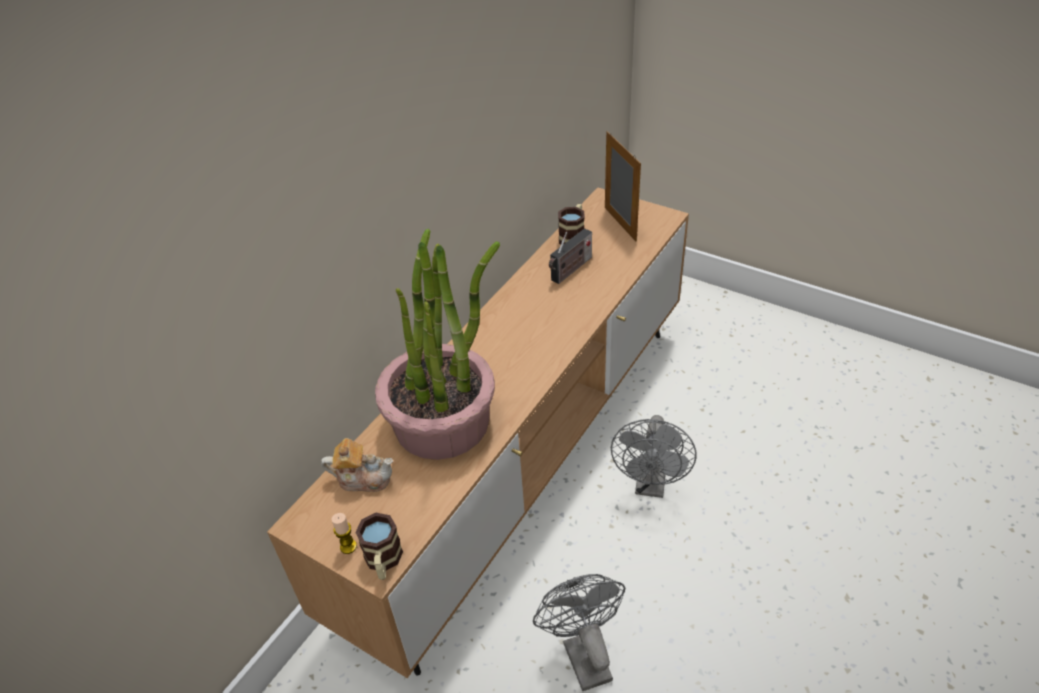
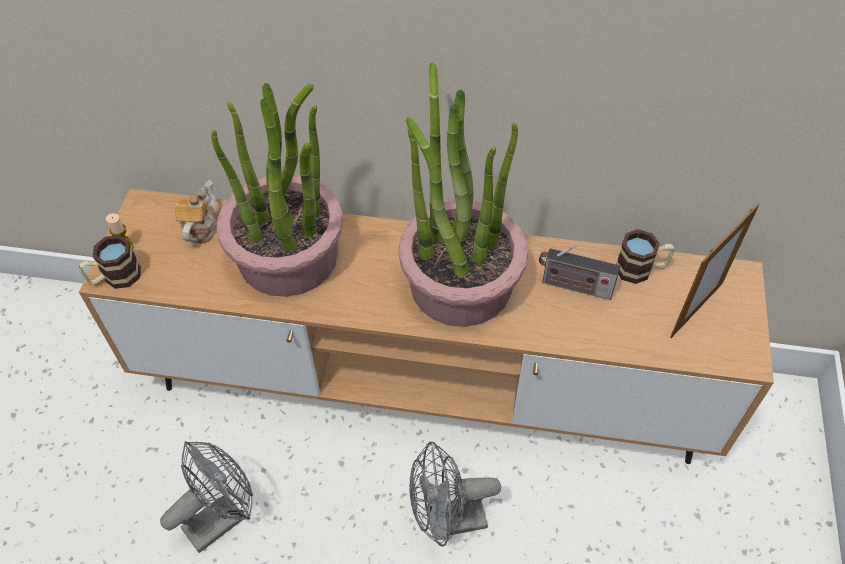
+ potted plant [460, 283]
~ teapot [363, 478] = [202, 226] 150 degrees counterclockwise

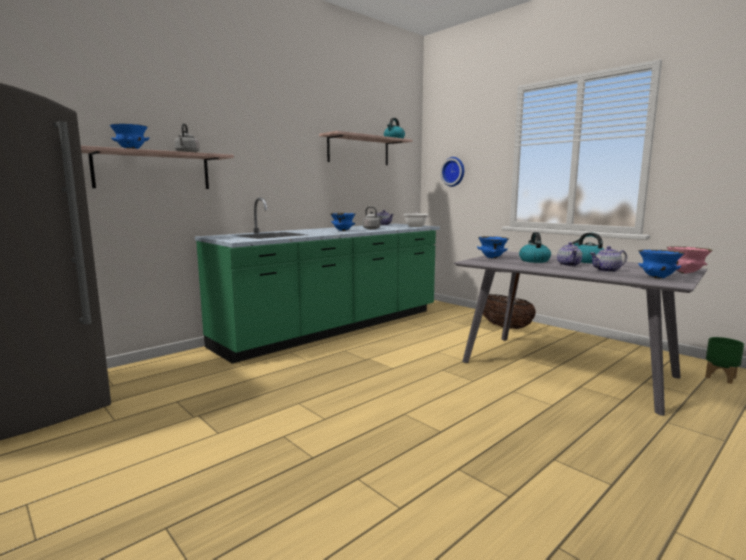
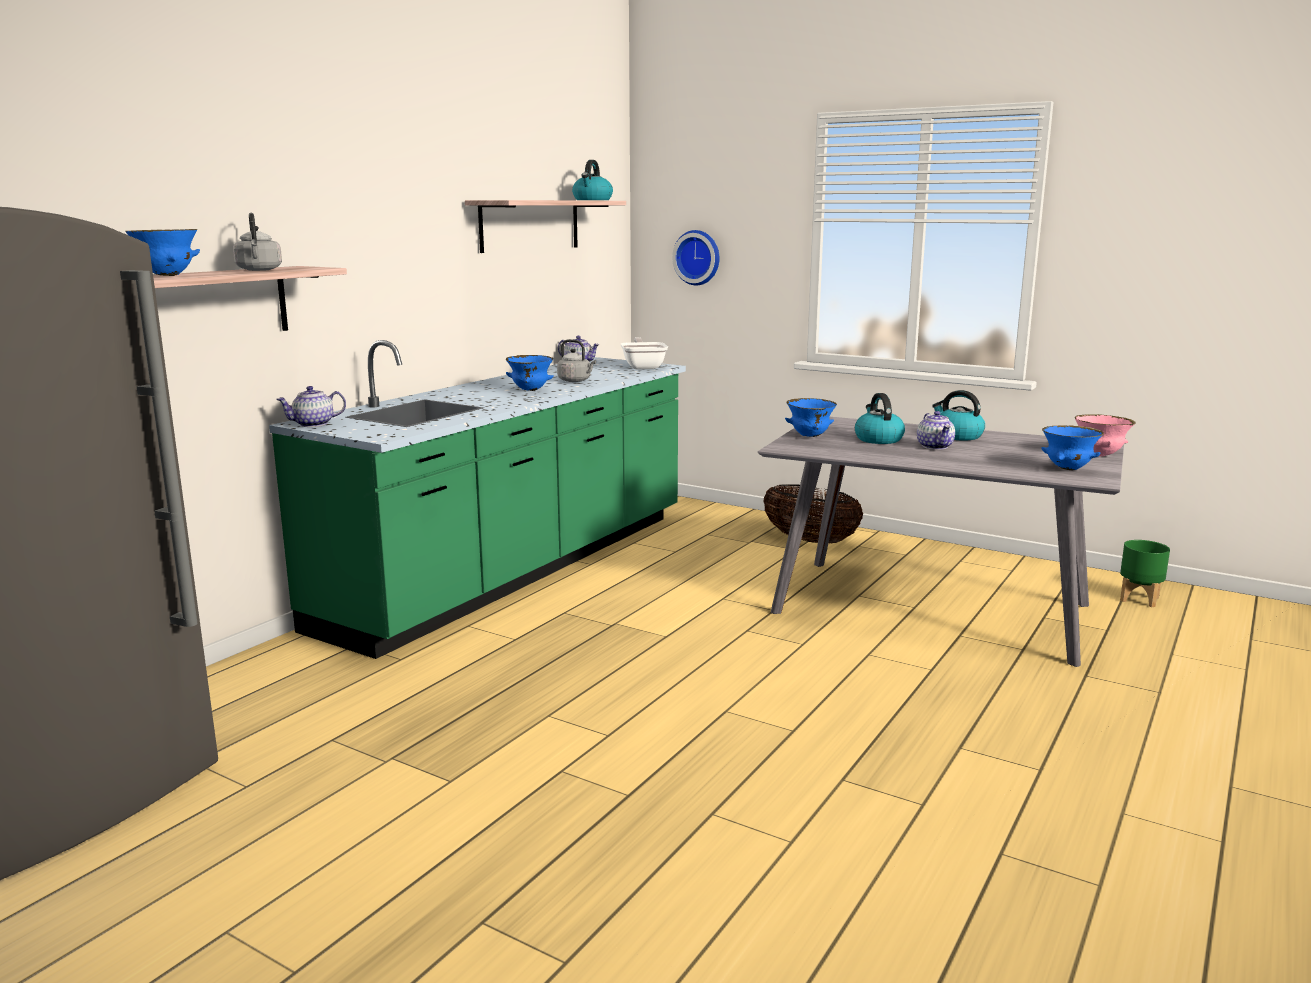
~ teapot [607, 270] to [313, 424]

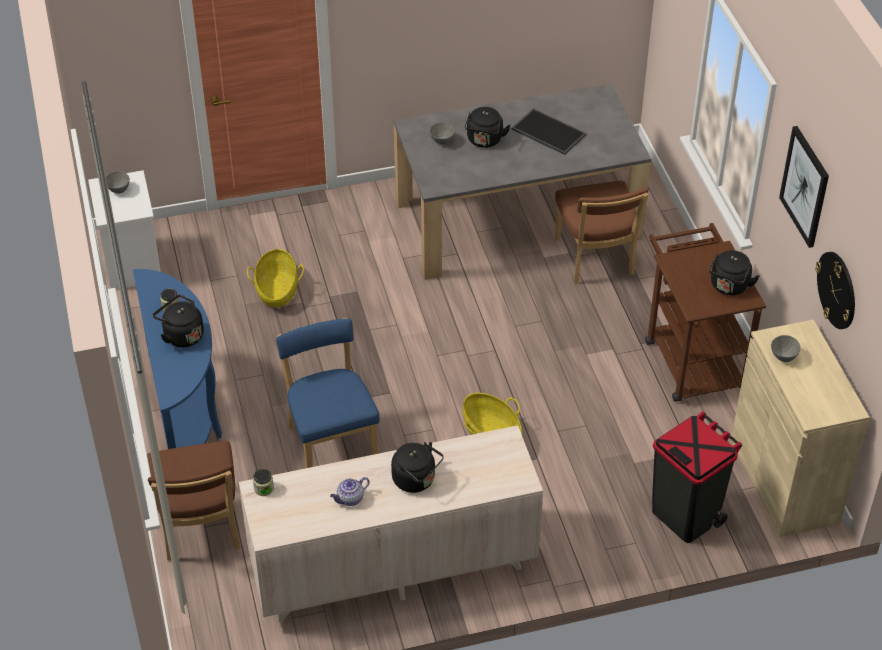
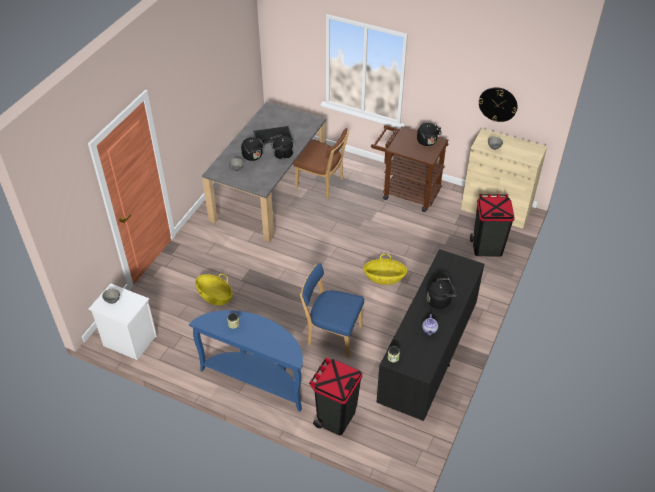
- picture [805, 186]
~ black kettle [181, 335] to [281, 155]
~ brown chair [200, 529] to black trash can [335, 417]
~ beige dresser [392, 567] to black dresser [427, 358]

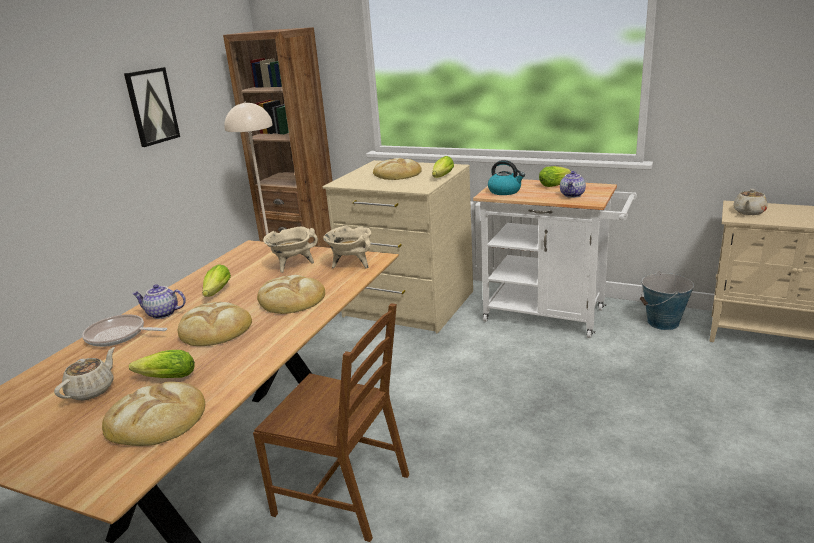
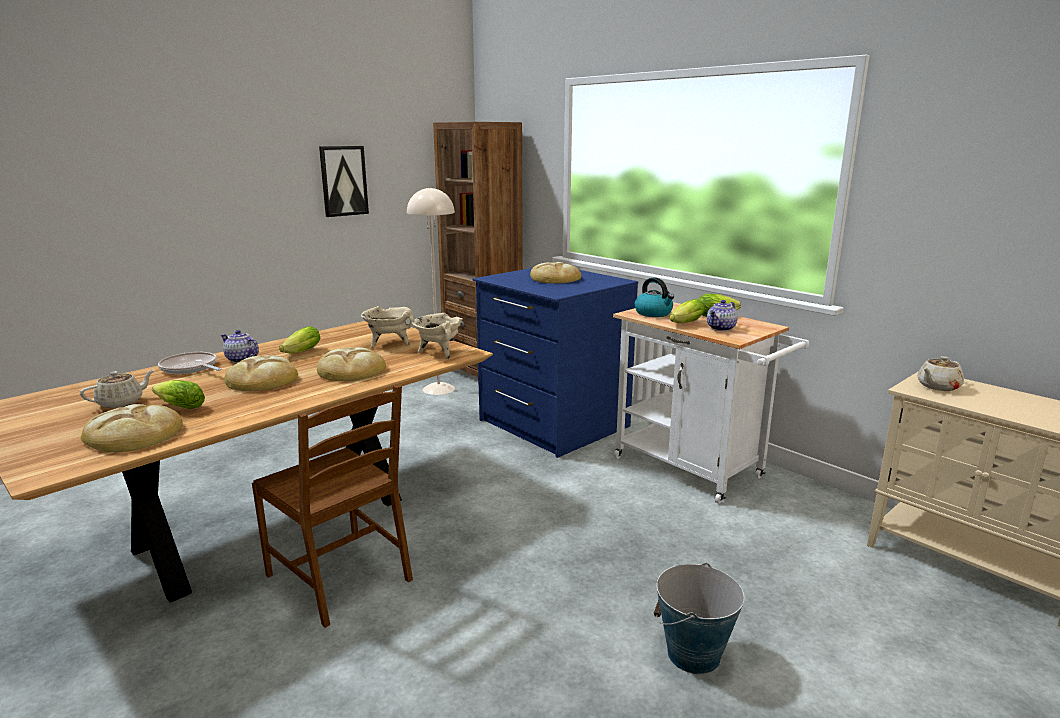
~ lettuce [441, 177] to [684, 324]
~ bucket [663, 323] to [693, 655]
~ beige dresser [408, 305] to blue dresser [552, 424]

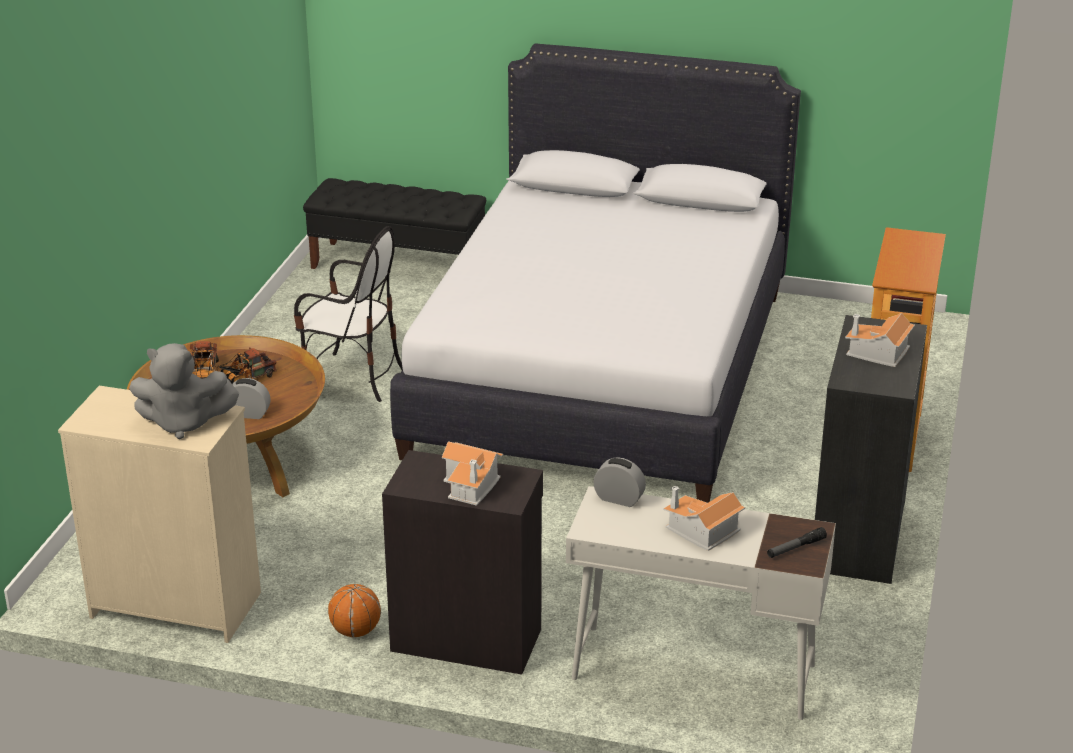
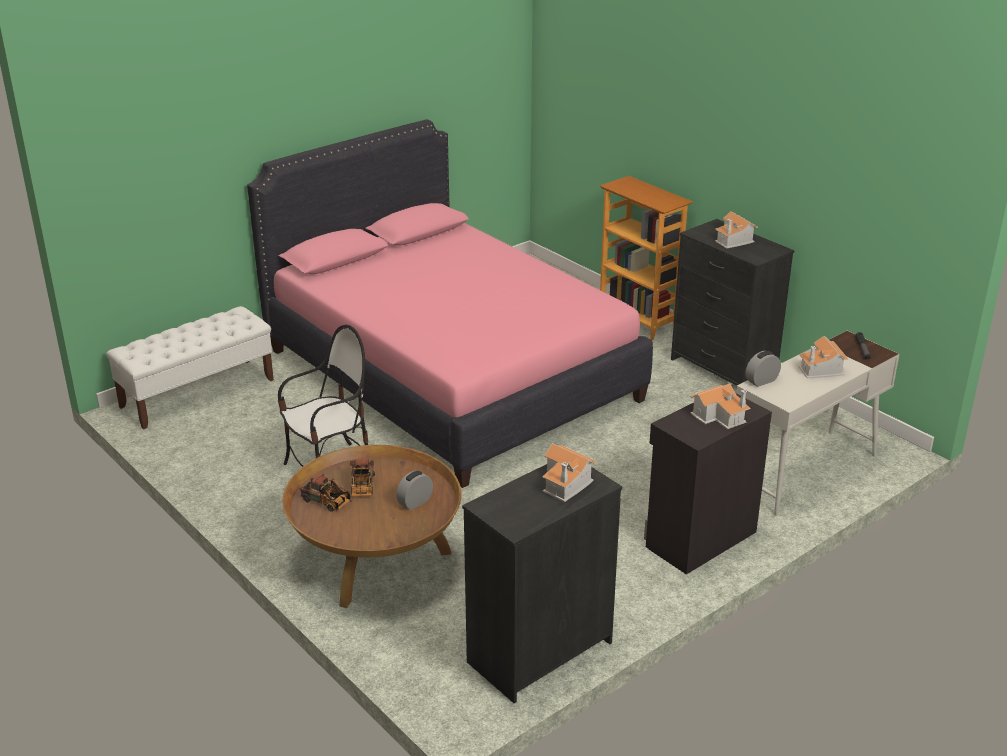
- basketball [355, 631]
~ grey plush toy [184, 423] to toy house [566, 484]
~ beige dresser [176, 604] to black dresser [539, 652]
~ black bench [398, 265] to white bench [198, 393]
~ white bed [601, 371] to pink bed [450, 374]

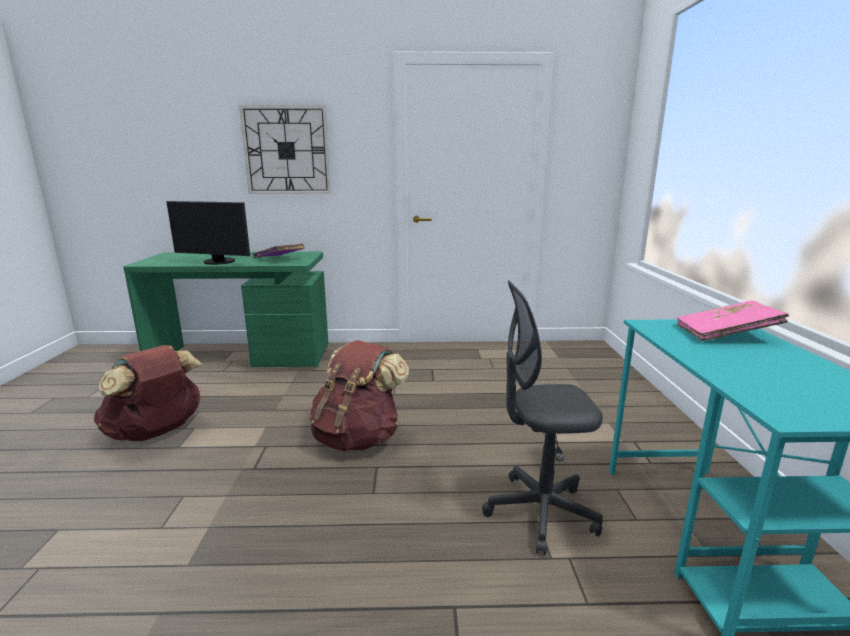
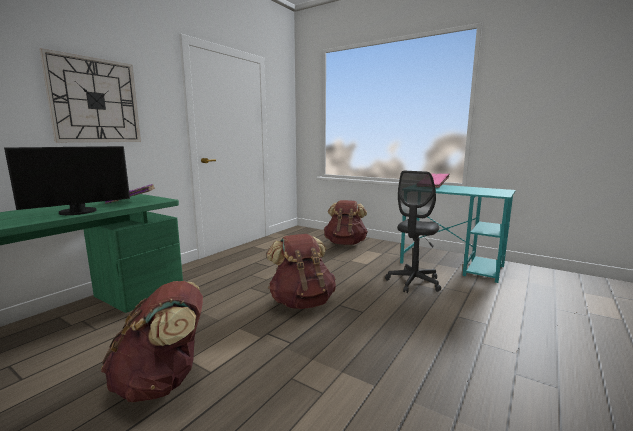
+ brown backpack [345, 243]

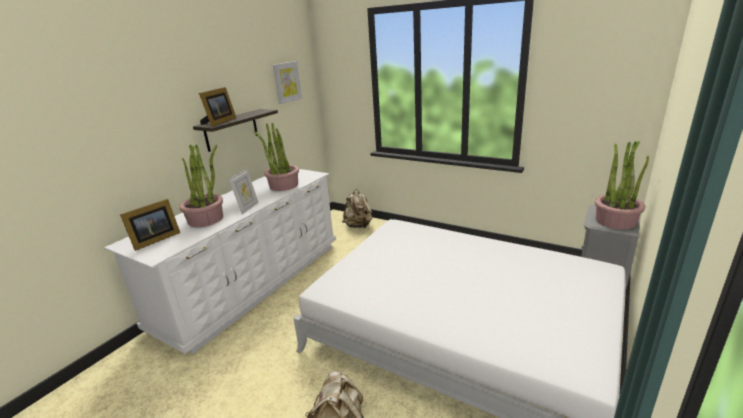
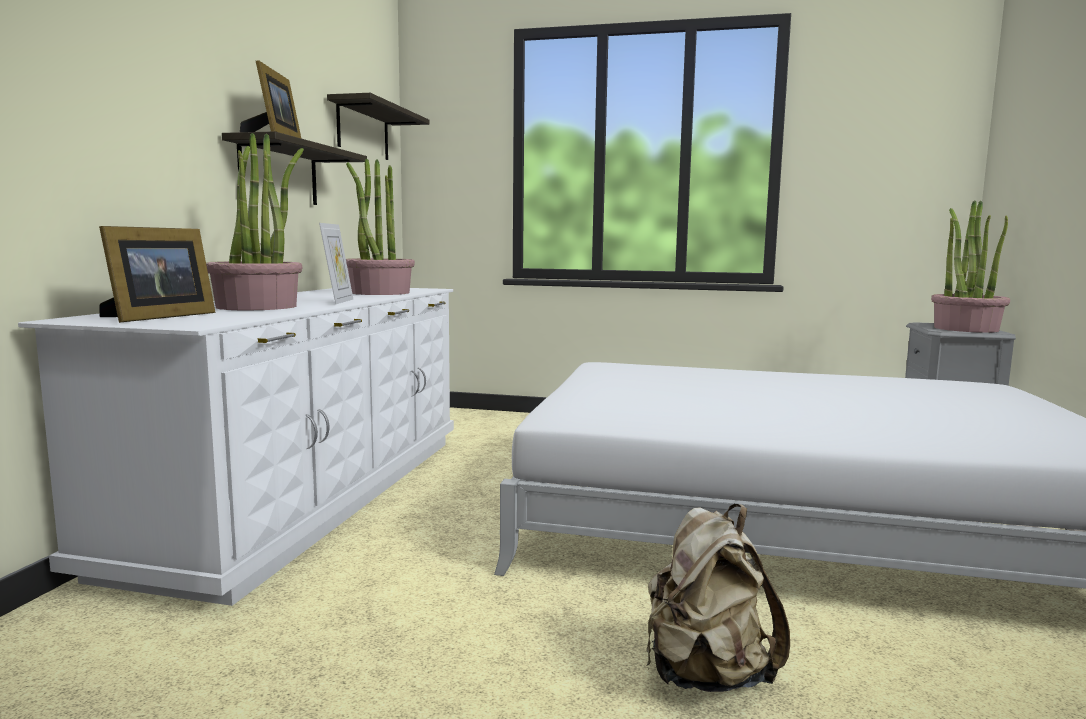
- beige backpack [359, 226]
~ picture [287, 82] to shelf [363, 131]

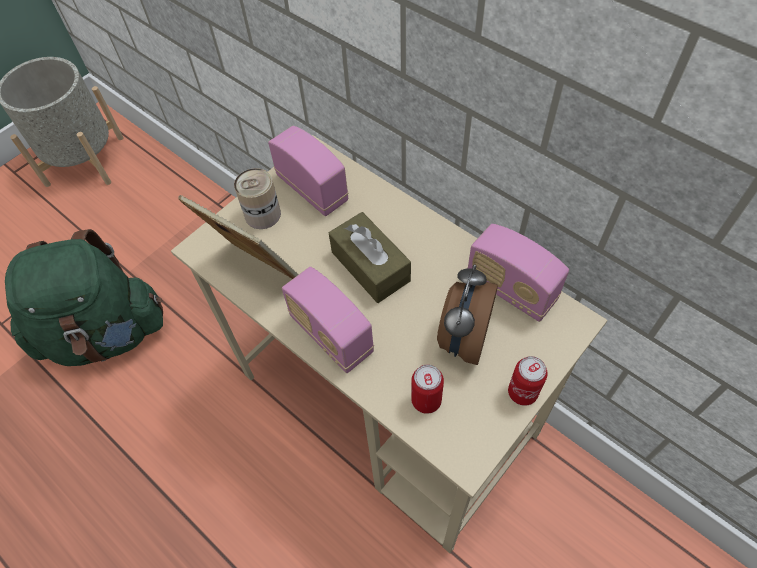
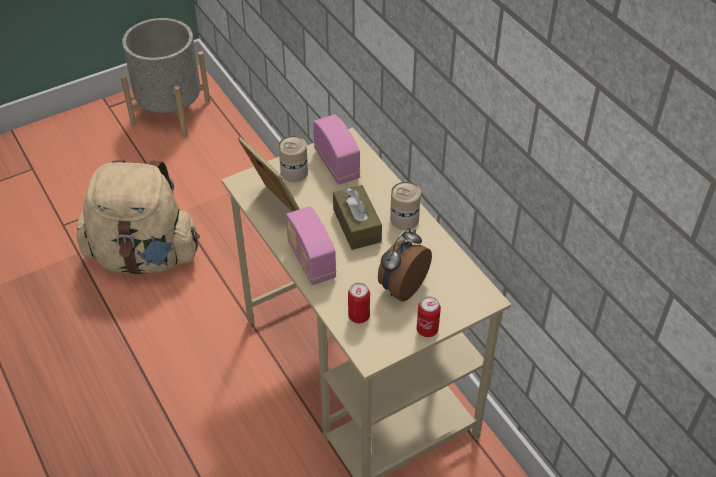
- radio [510, 289]
+ can [404, 219]
~ green backpack [106, 334] to beige backpack [144, 256]

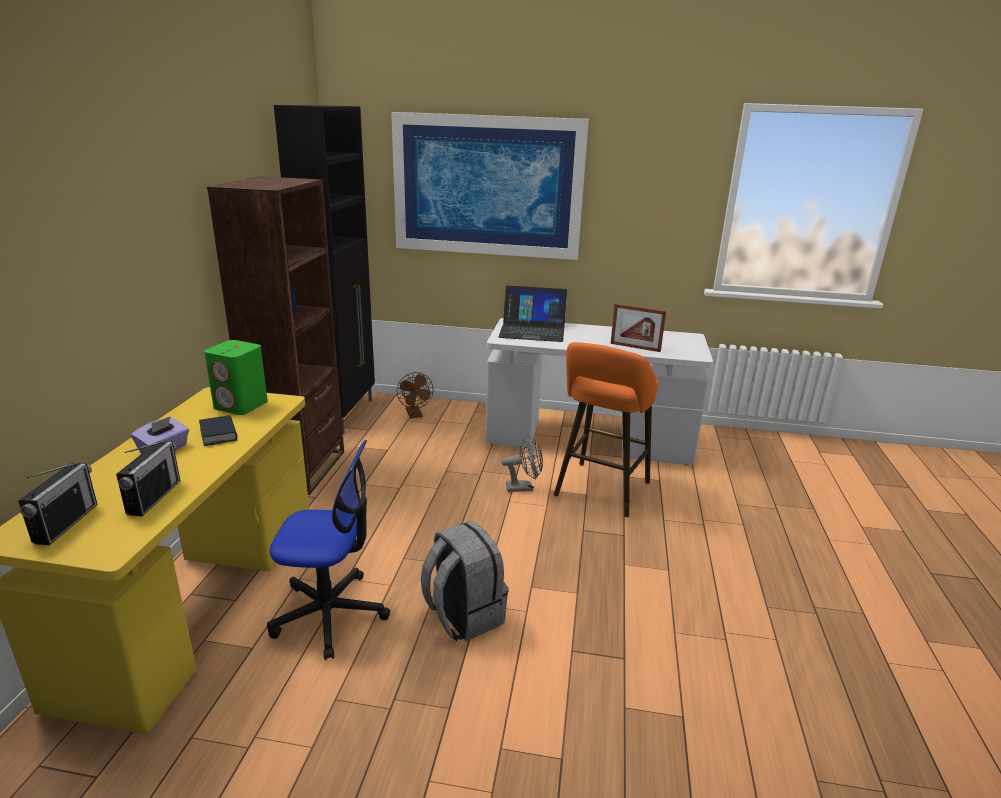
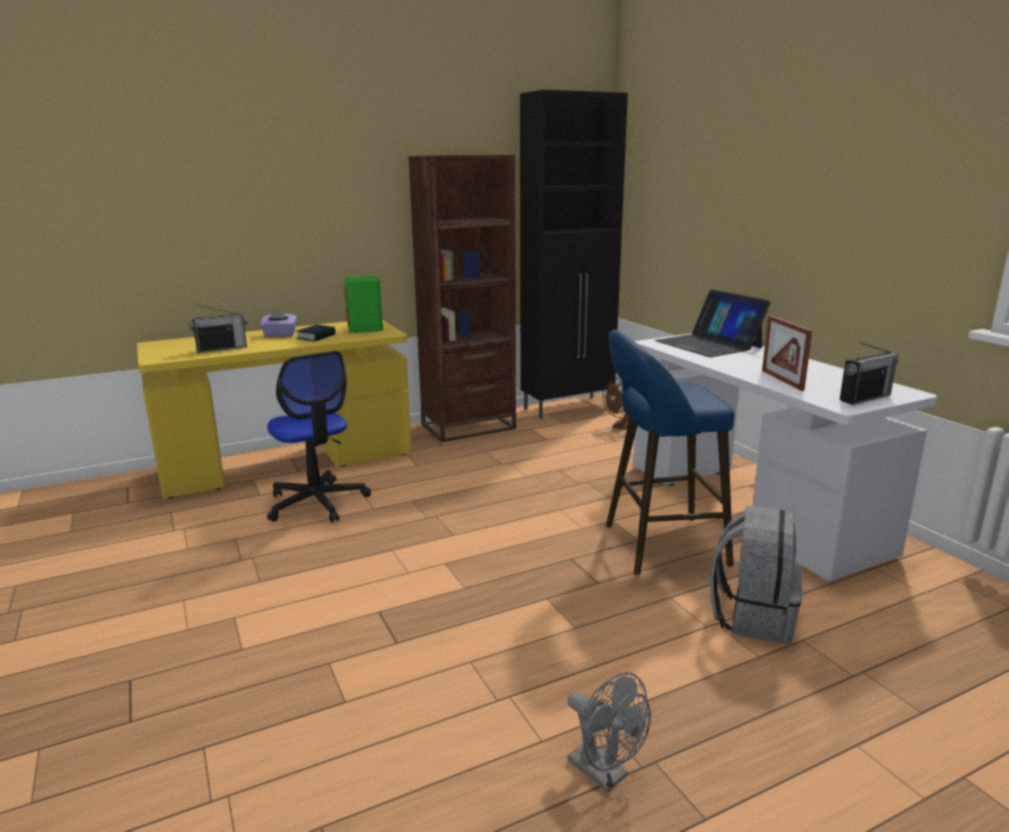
- picture [487, 186]
~ radio [66, 523] to [865, 398]
~ grey backpack [463, 615] to [752, 617]
~ grey fan [524, 487] to [605, 773]
~ orange stool [600, 491] to blue stool [658, 545]

